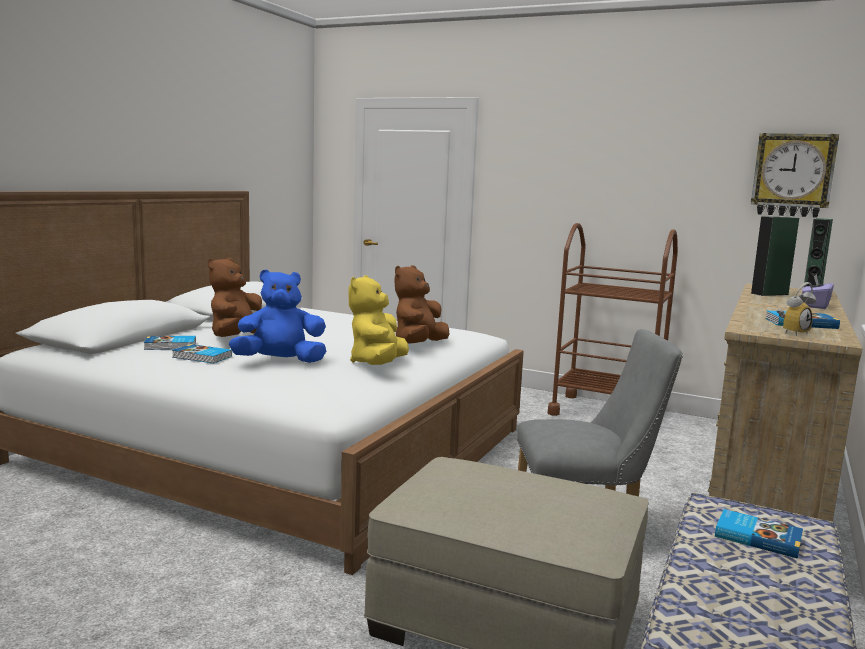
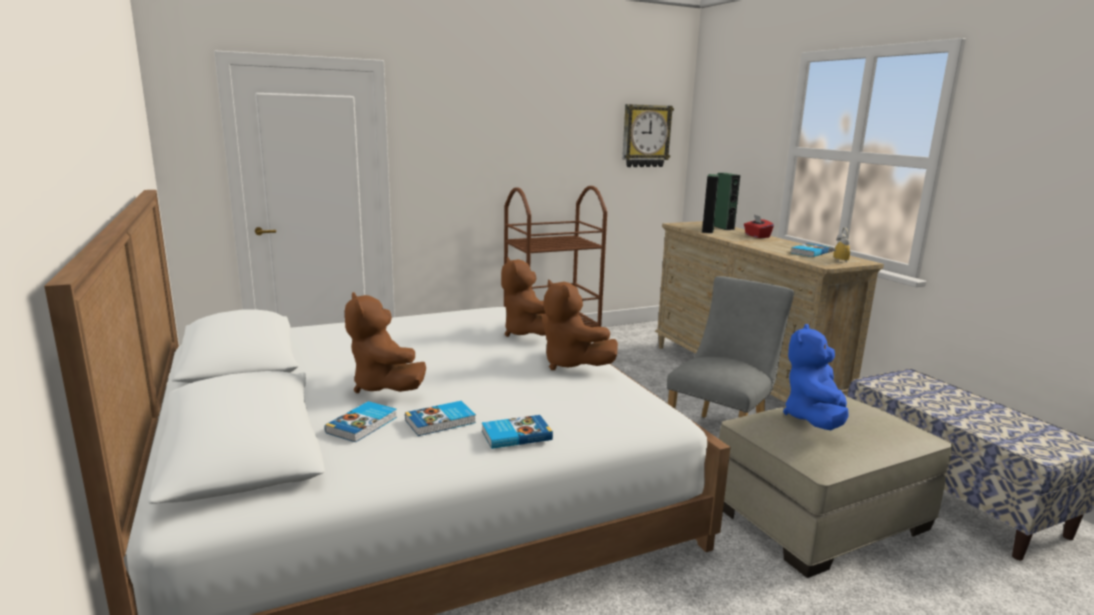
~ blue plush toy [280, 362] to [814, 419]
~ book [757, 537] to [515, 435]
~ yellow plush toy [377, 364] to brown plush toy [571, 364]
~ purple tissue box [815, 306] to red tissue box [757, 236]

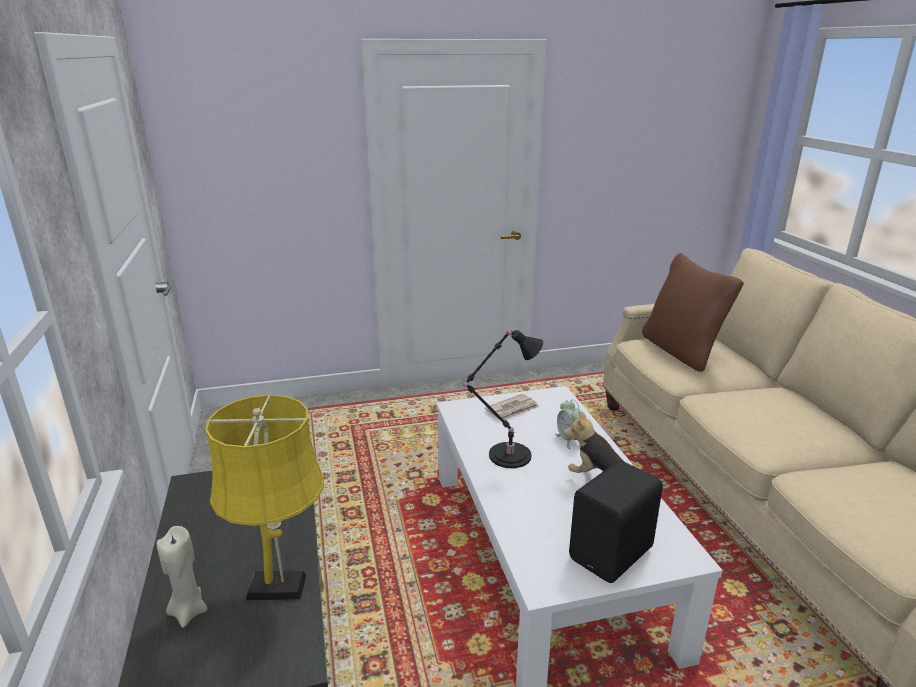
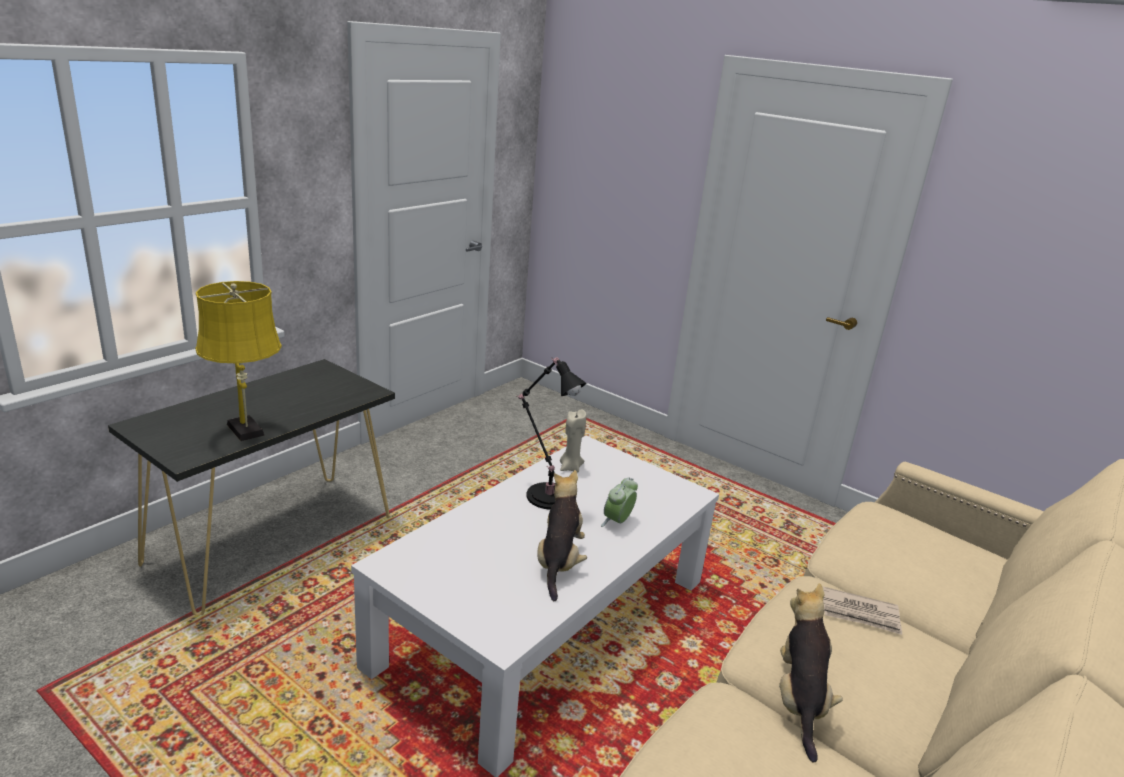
- black speaker [613, 554]
- brown pillow [681, 351]
+ plush toy [799, 700]
~ beige candle [188, 611] to [570, 467]
~ newspaper [513, 409] to [860, 614]

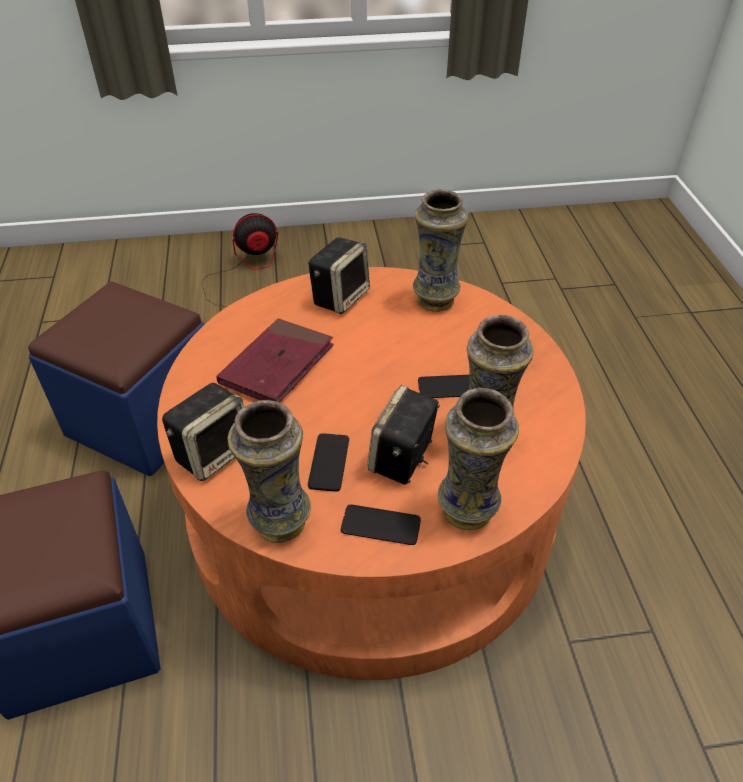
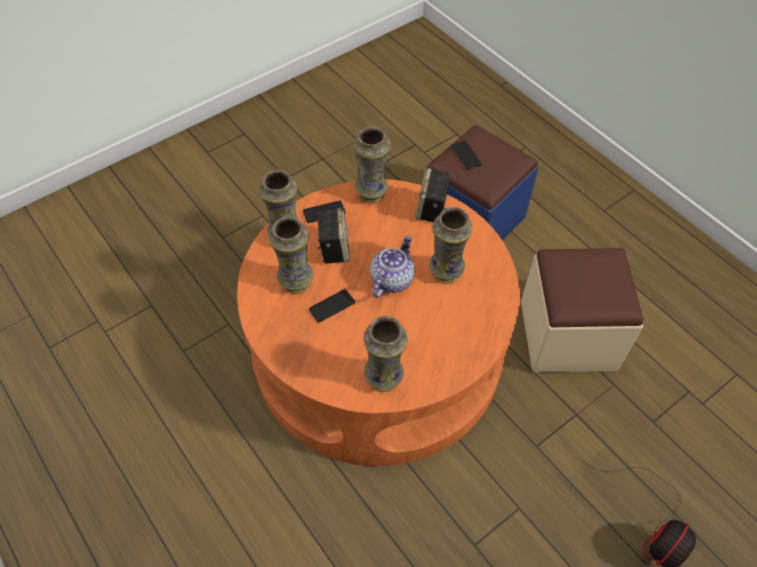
- speaker [340, 296]
+ teapot [391, 279]
~ phone [329, 462] to [466, 155]
~ red book [277, 365] to vase [446, 273]
~ blue ottoman [144, 419] to beige ottoman [567, 334]

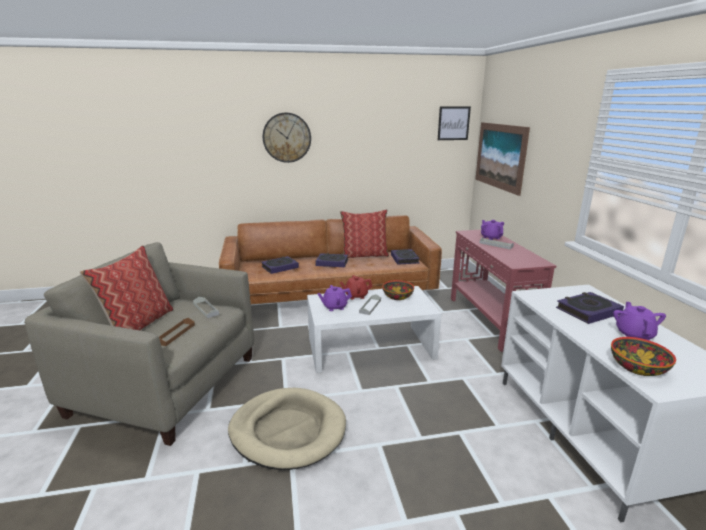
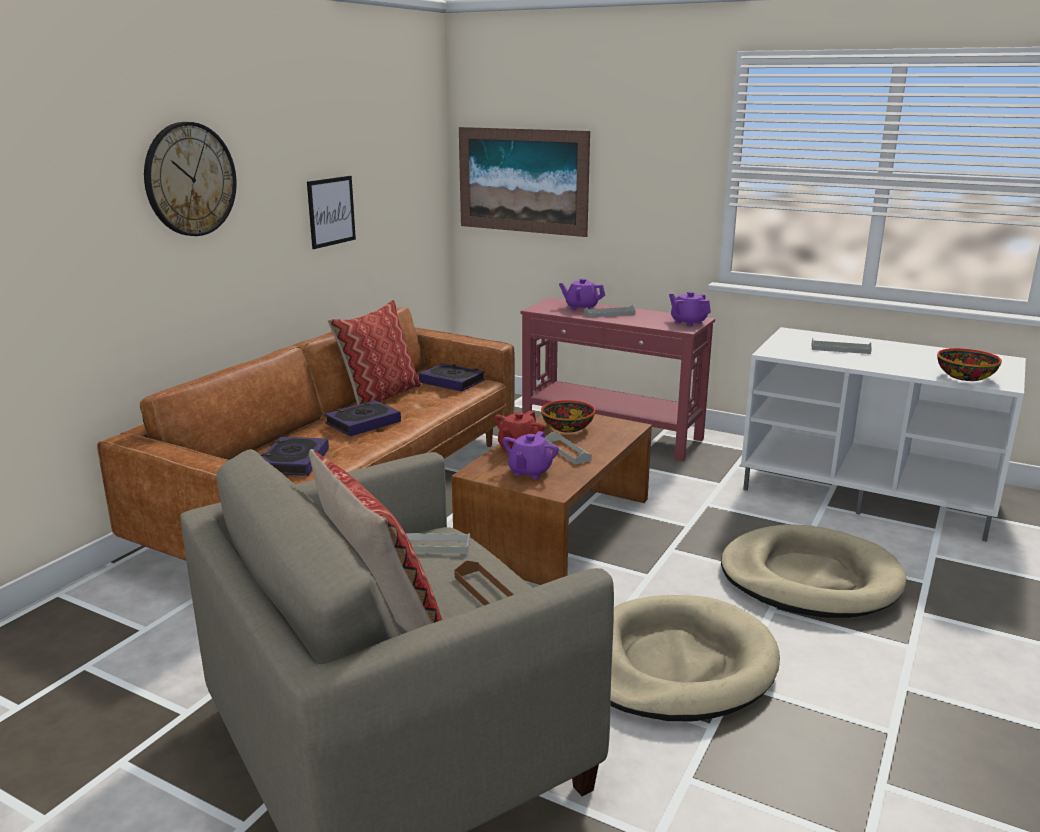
+ beige dog bed [809, 578]
~ picture [453, 123] to [331, 211]
~ purple teapot [634, 335] to [688, 322]
~ book [588, 311] to grey tray [840, 349]
~ white coffee table [370, 347] to brown coffee table [556, 527]

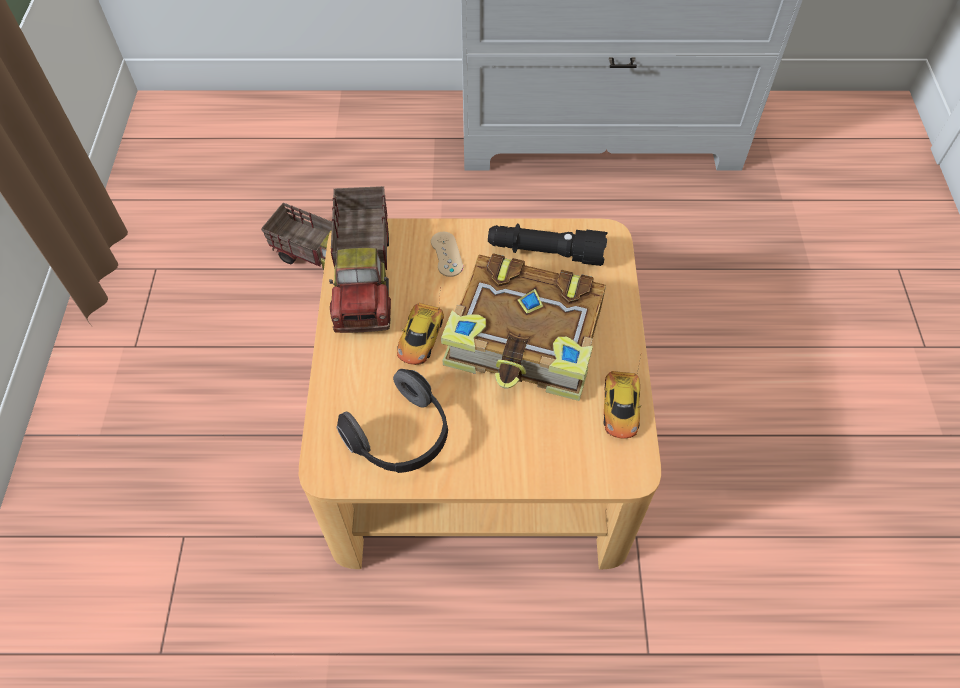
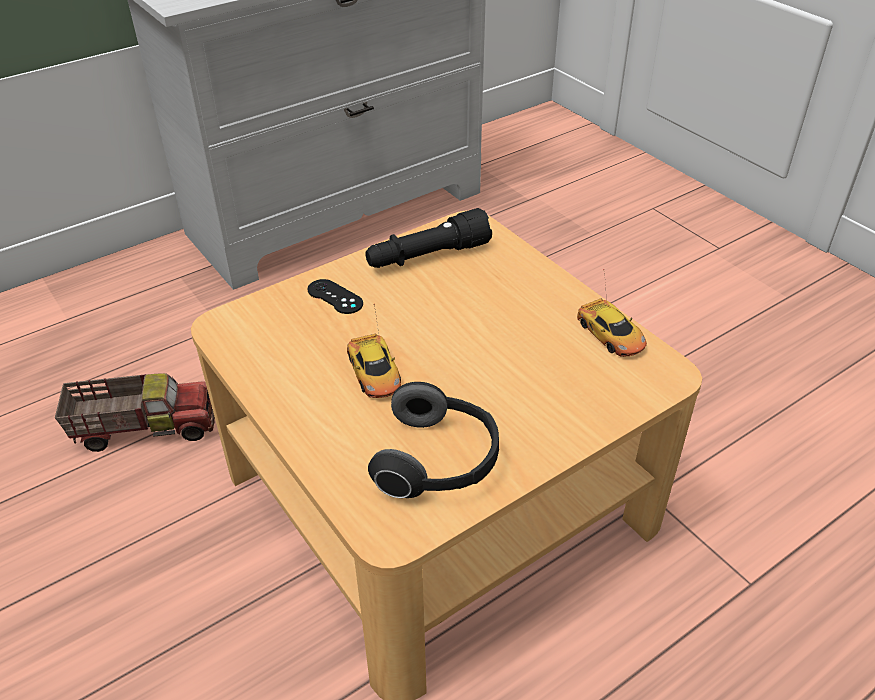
- toy truck [365, 277]
- book [526, 341]
~ beige game controller [446, 254] to black game controller [335, 297]

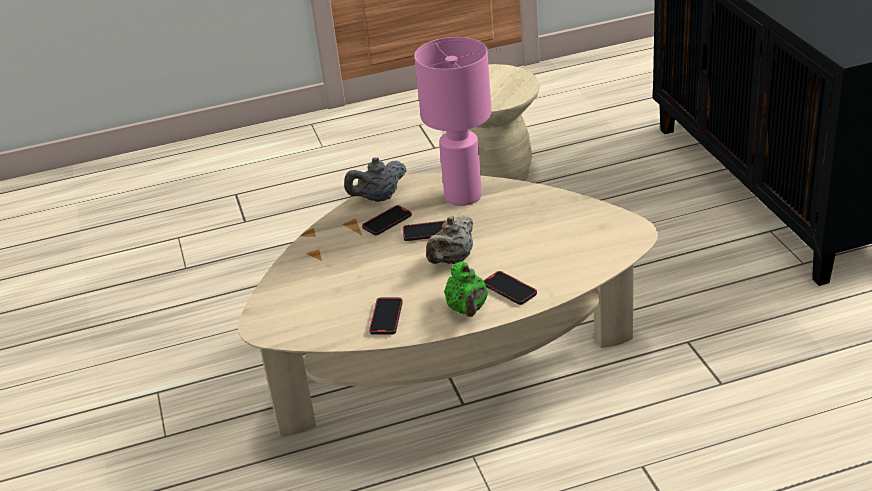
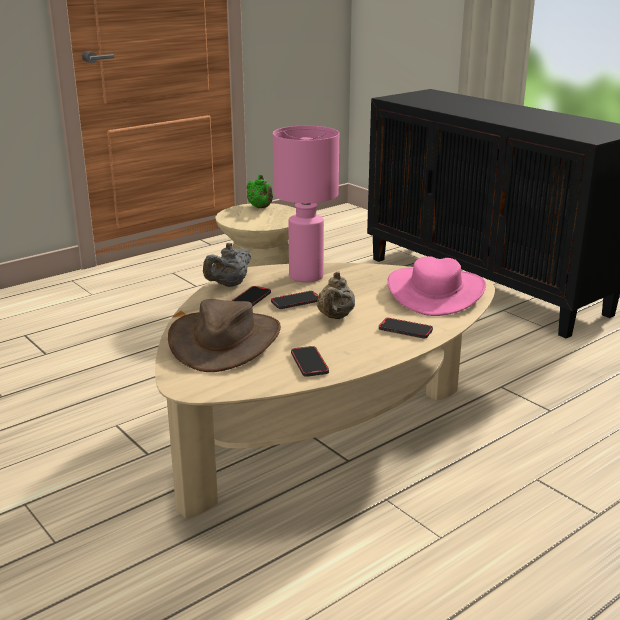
+ brown hat [224, 341]
+ pink hat [436, 292]
~ green teapot [467, 309] to [261, 207]

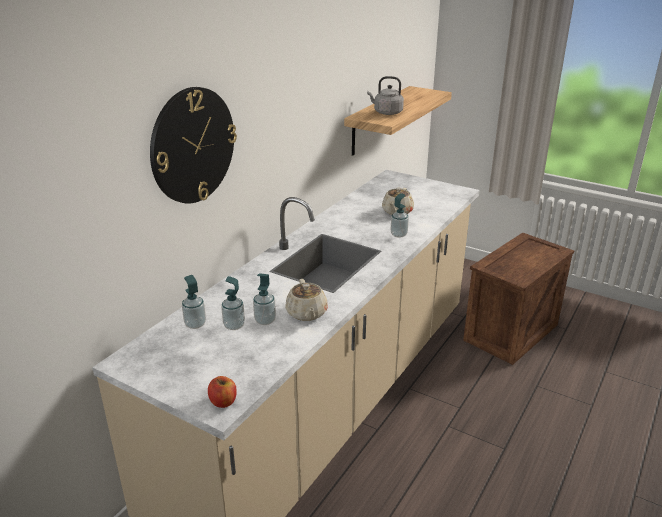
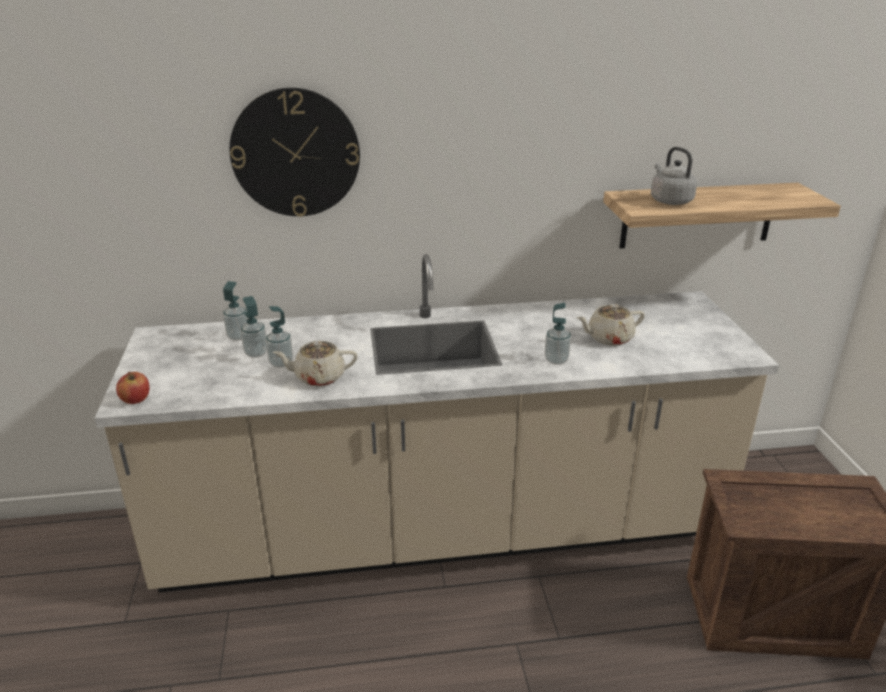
~ beige teapot [306, 313] = [318, 377] 45 degrees clockwise

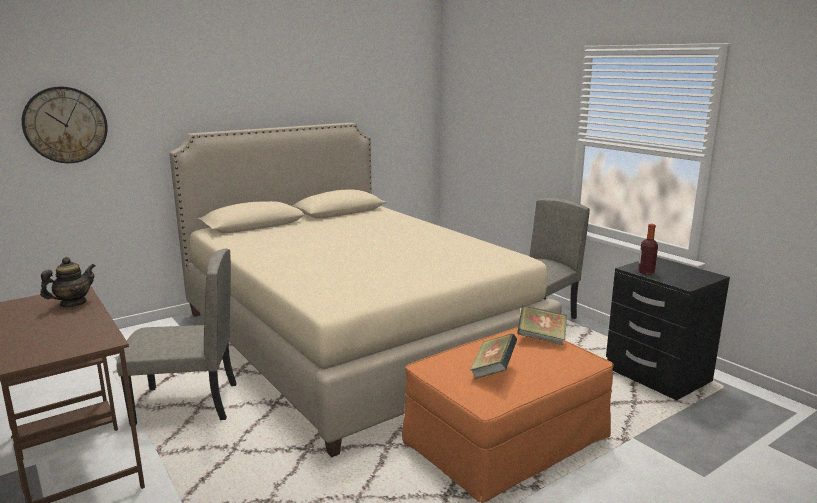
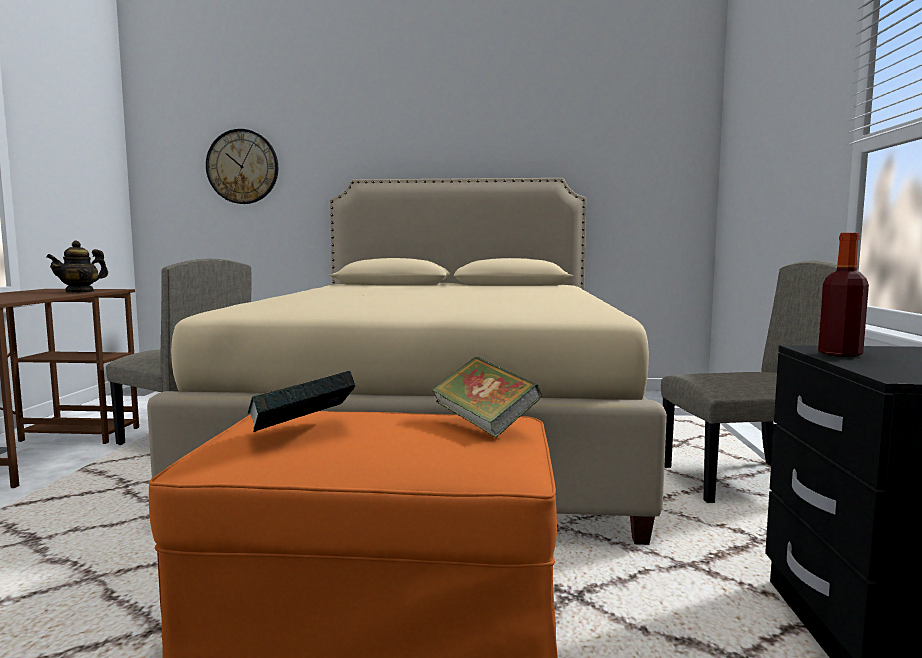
~ teapot [73, 303] = [80, 291] 135 degrees clockwise

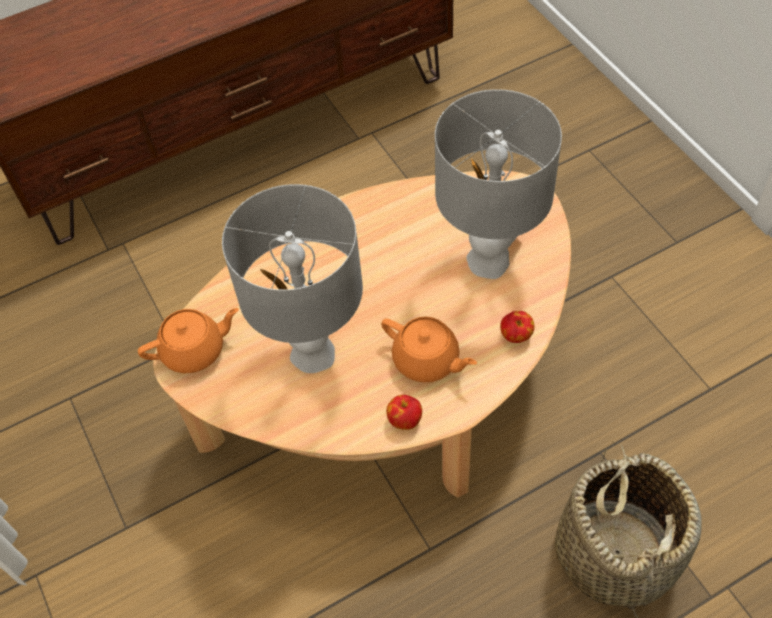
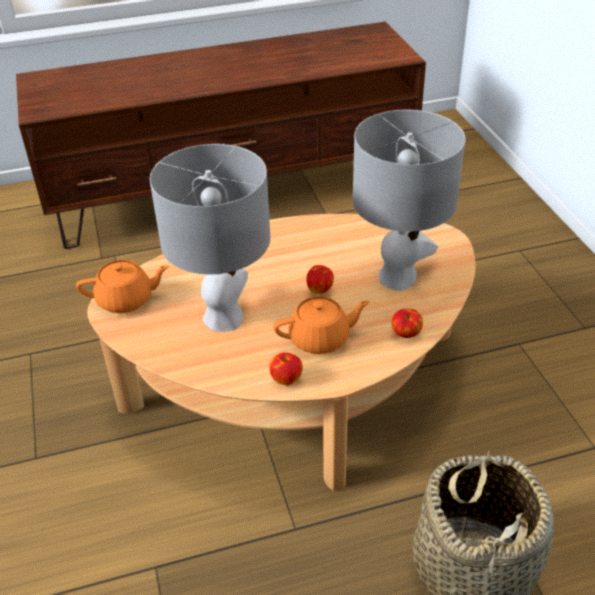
+ apple [320, 289]
~ orange teapot [427, 360] = [320, 339] 60 degrees counterclockwise

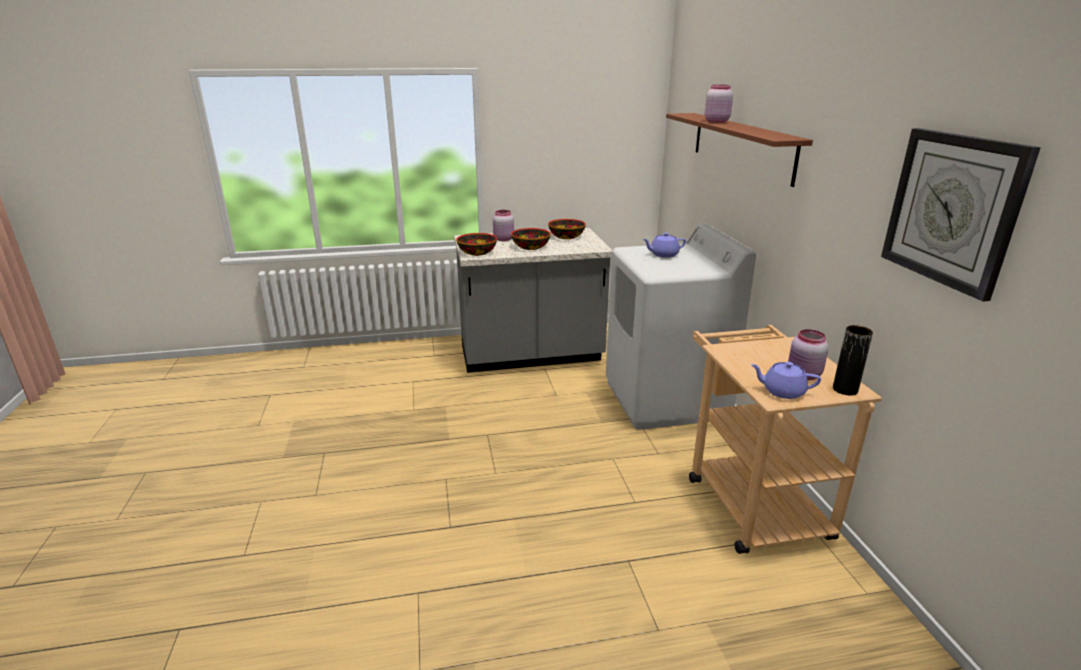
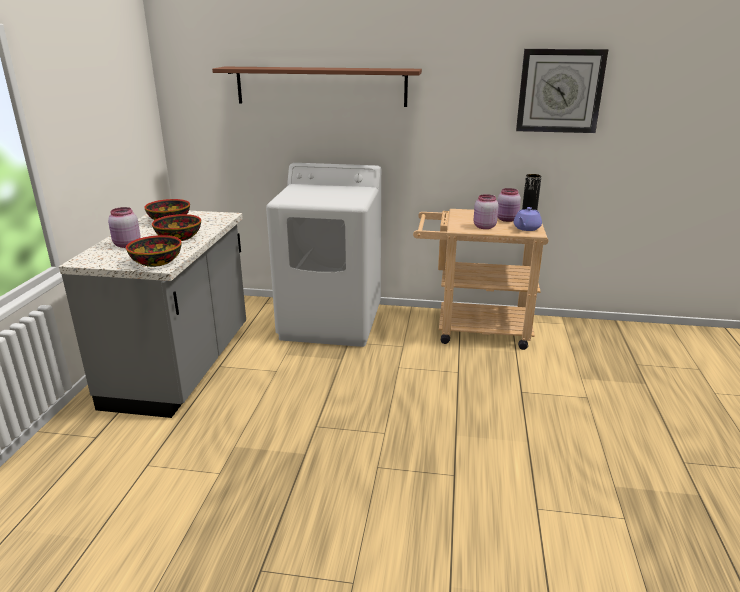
- purple teapot [663, 255]
~ pink jar [716, 121] to [484, 227]

